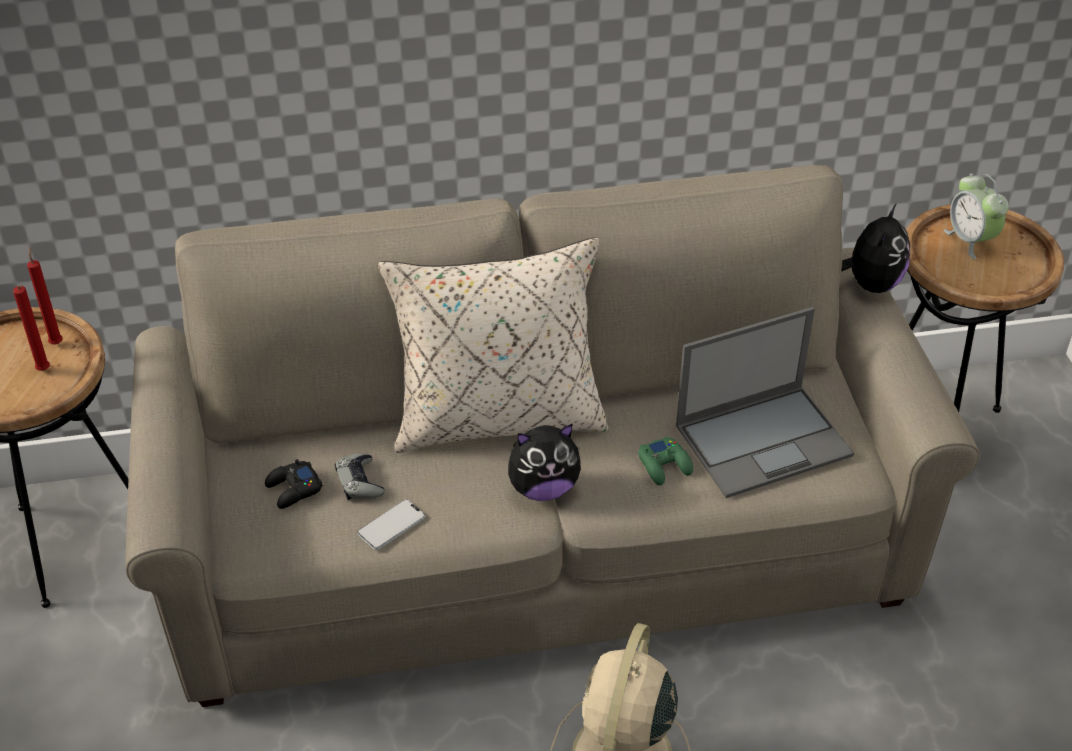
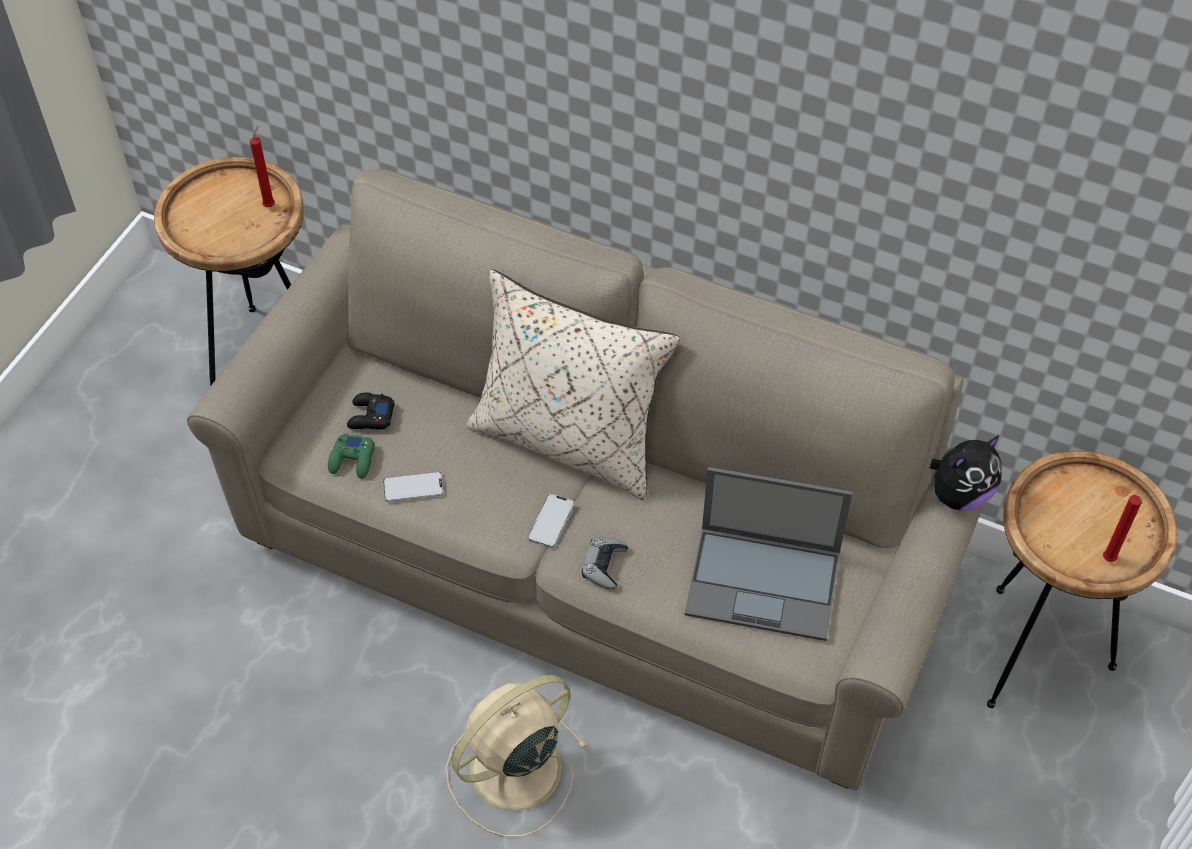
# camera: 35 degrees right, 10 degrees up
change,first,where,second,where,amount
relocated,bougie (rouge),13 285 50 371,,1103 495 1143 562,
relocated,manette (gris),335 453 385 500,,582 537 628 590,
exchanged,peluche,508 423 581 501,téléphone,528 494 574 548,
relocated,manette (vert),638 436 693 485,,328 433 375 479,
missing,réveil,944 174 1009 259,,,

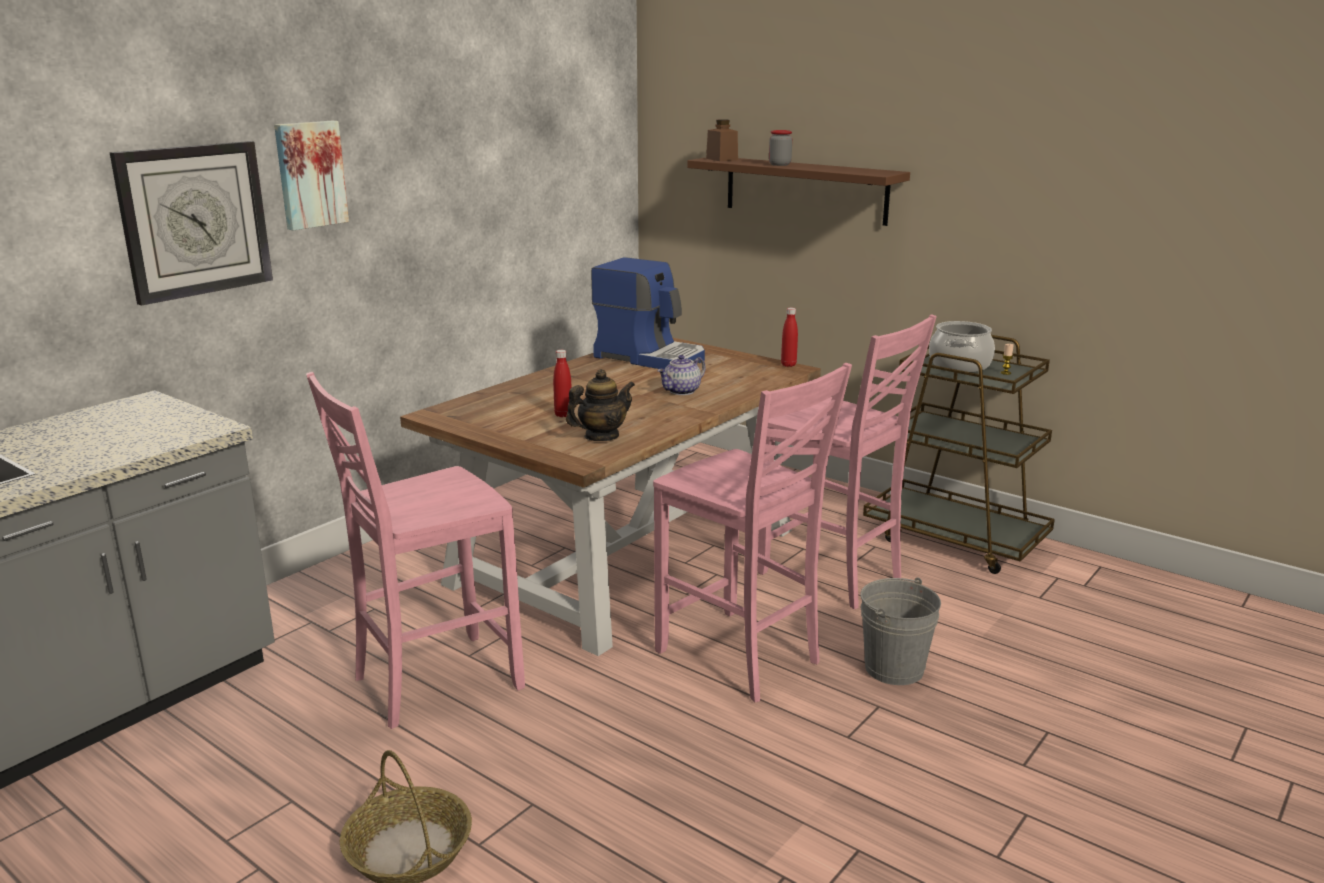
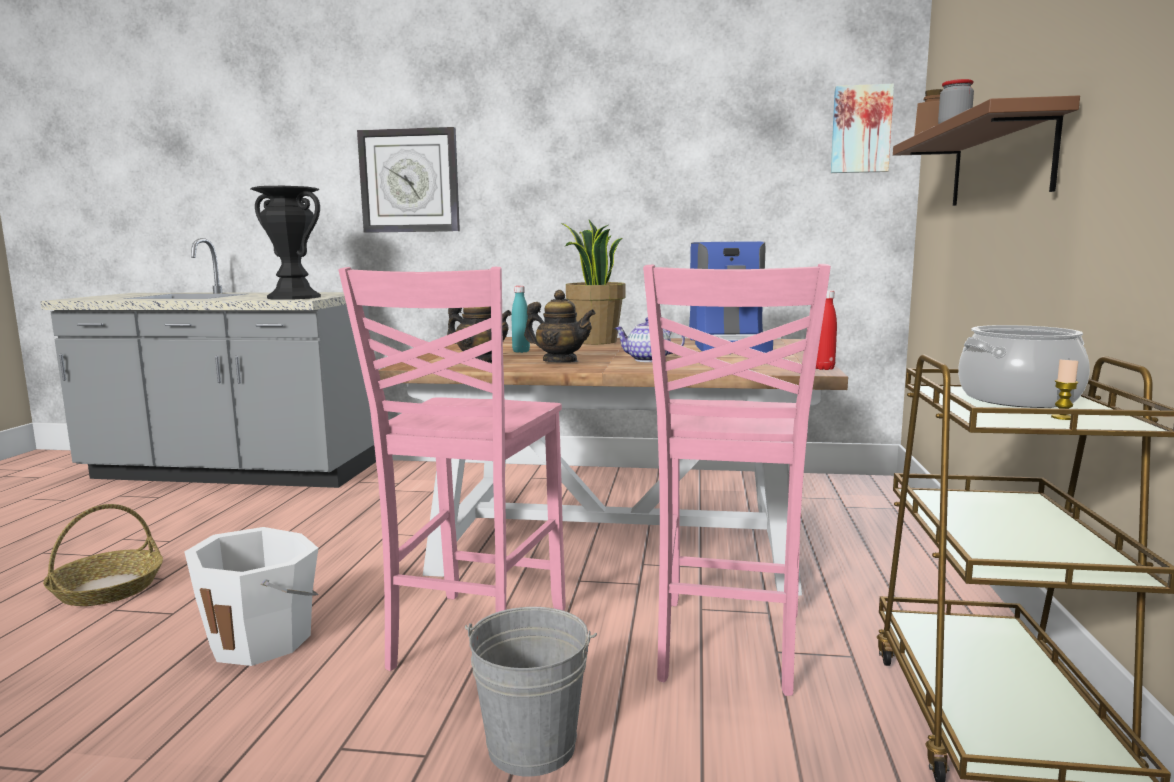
# camera: 60 degrees right, 10 degrees down
change,first,where,second,where,amount
relocated,tableau,274 121 349 230,,831 84 894 173,
missing,chaise (rose),306 372 525 729,,,
colour,bouteille (rouge),553 350 572 417,bouteille (turquoise),512 286 530 353,
appeared,,,seau (blanc),185 527 319 666,
appeared,,,vase (noir),250 186 321 300,
appeared,,,théière,524 290 596 363,
appeared,,,plante en pot,562 220 625 344,

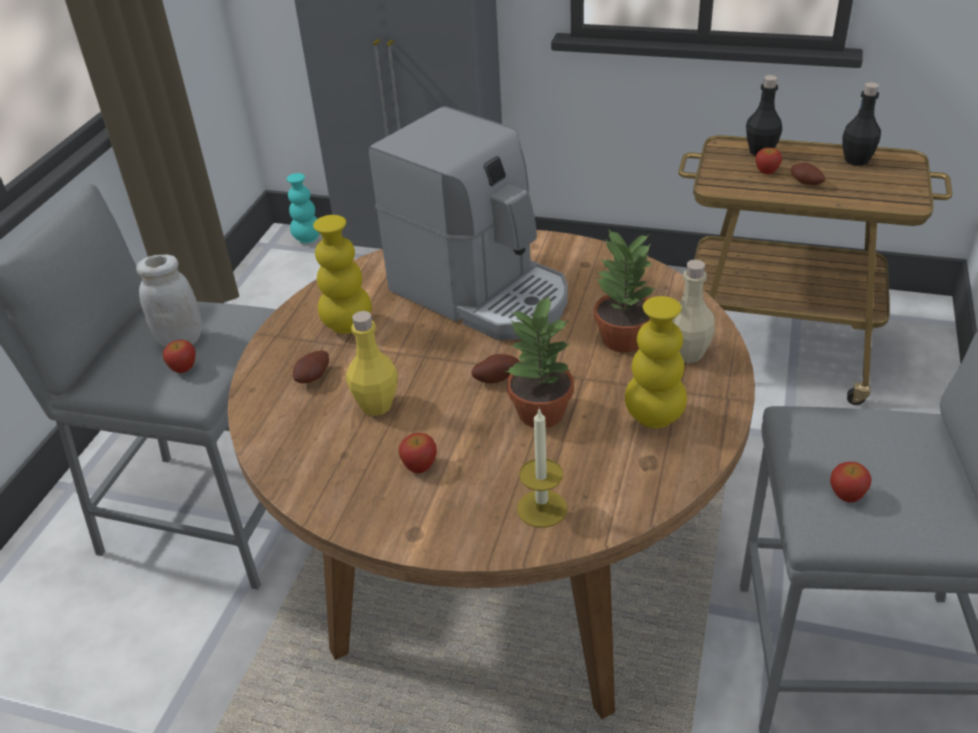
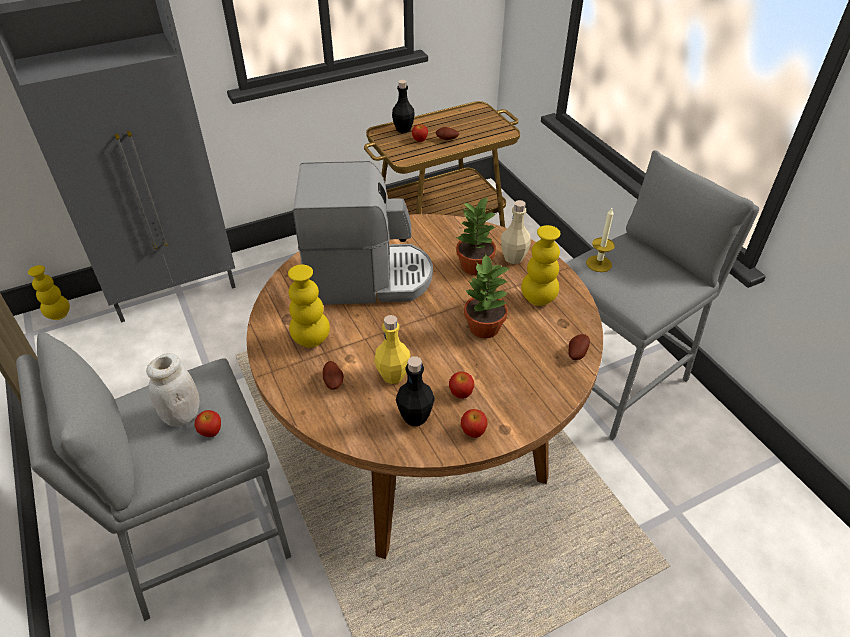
# camera: 45 degrees left, 5 degrees up
change,first,where,second,where,amount
colour,vase (turquoise),286 173 320 243,vase (jaune),28 265 70 320,
relocated,pomme de terre,471 354 520 383,,568 334 590 360,
relocated,bougie,517 407 567 528,,586 208 615 272,
relocated,pomme,830 462 872 503,,461 409 488 438,
relocated,bouteille (noir),843 82 881 166,,396 356 435 426,

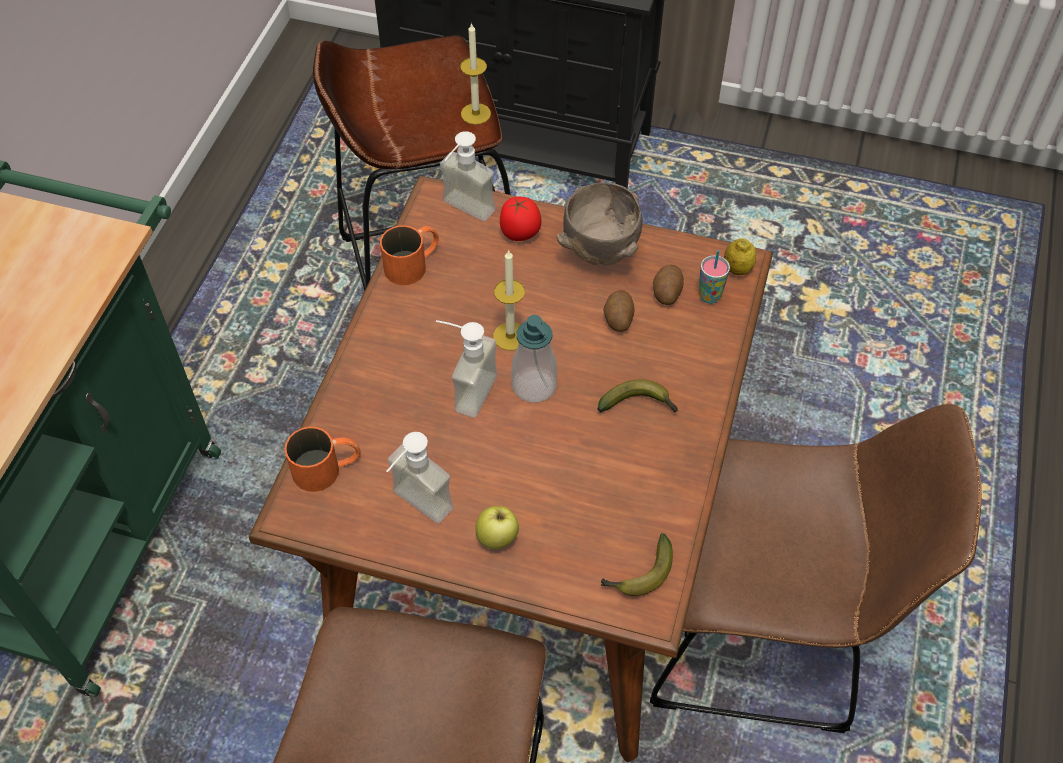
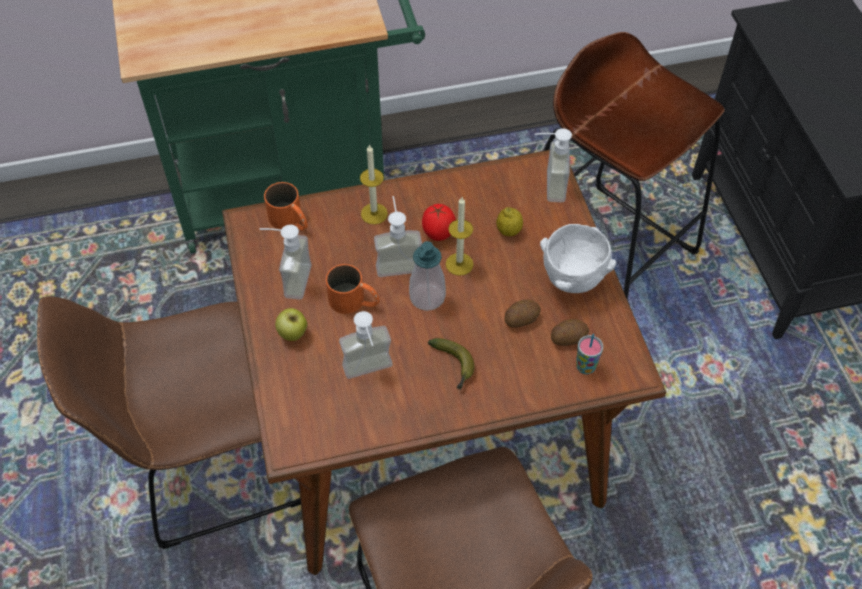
# camera: 60 degrees right, 0 degrees up
change,first,where,second,where,amount
relocated,mug (orange),380 225 439 285,,326 264 380 314,
relocated,bougie,460 22 491 125,,360 144 388 225,
relocated,tomate,500 197 542 241,,422 204 456 241,
colour,bol (marron),557 182 643 266,bol (blanc),540 224 616 293,
missing,banane,601 533 673 596,,,
relocated,citron,724 238 757 275,,496 207 523 237,
appeared,,,distributeur de savon,339 311 393 379,

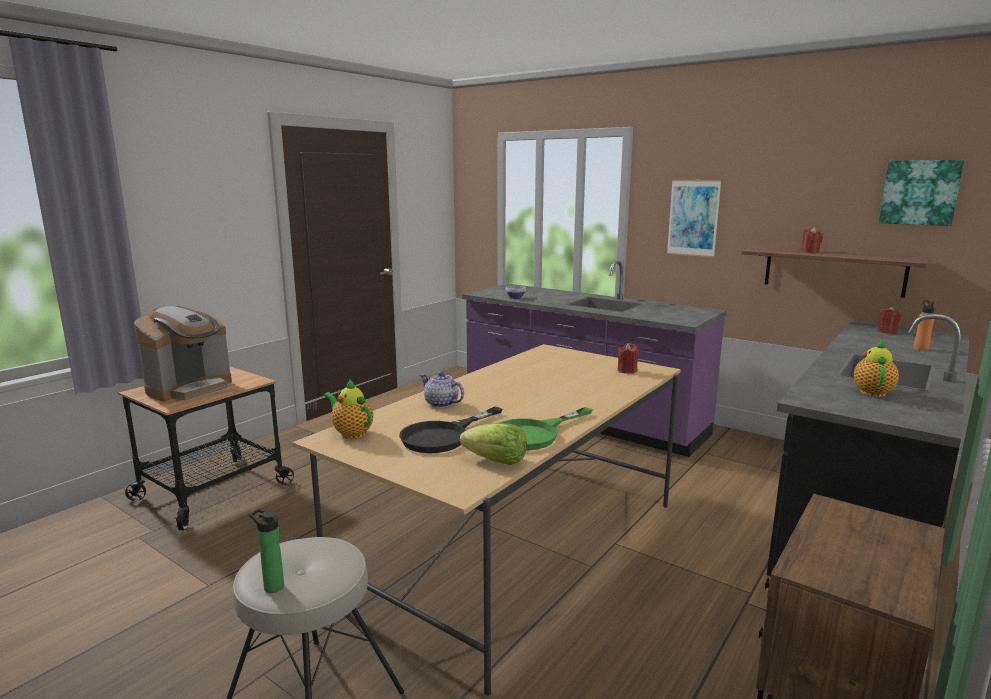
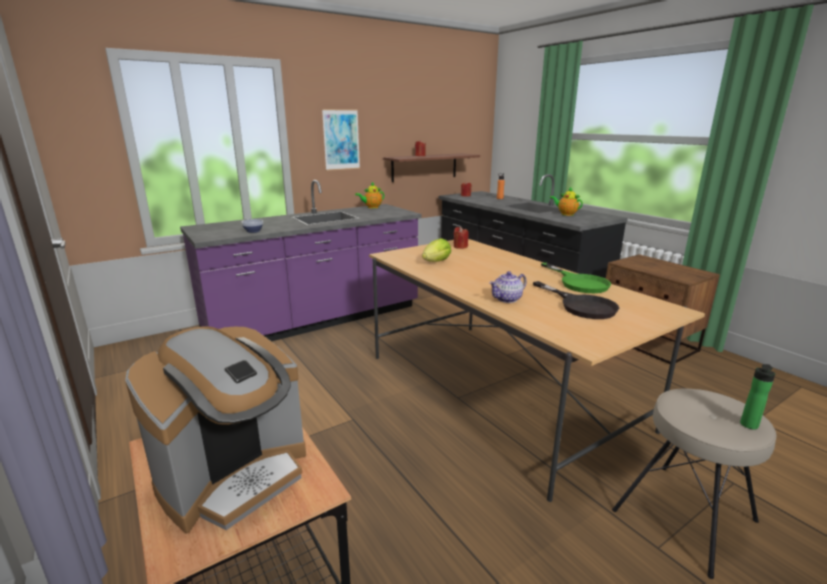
# camera: 70 degrees left, 5 degrees up
change,first,where,second,where,amount
spun,machine à café,134 306 232 402,,125 326 306 533,75 degrees clockwise
relocated,théière,324 379 373 439,,355 182 384 208,
relocated,laitue,460 423 527 465,,422 238 451 262,
missing,tableau,879 160 964 226,,,

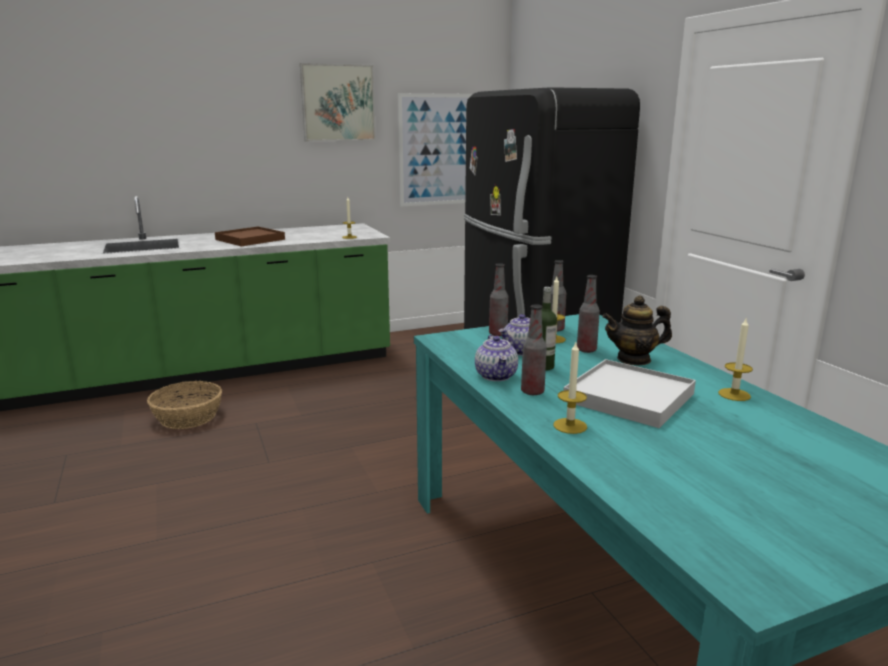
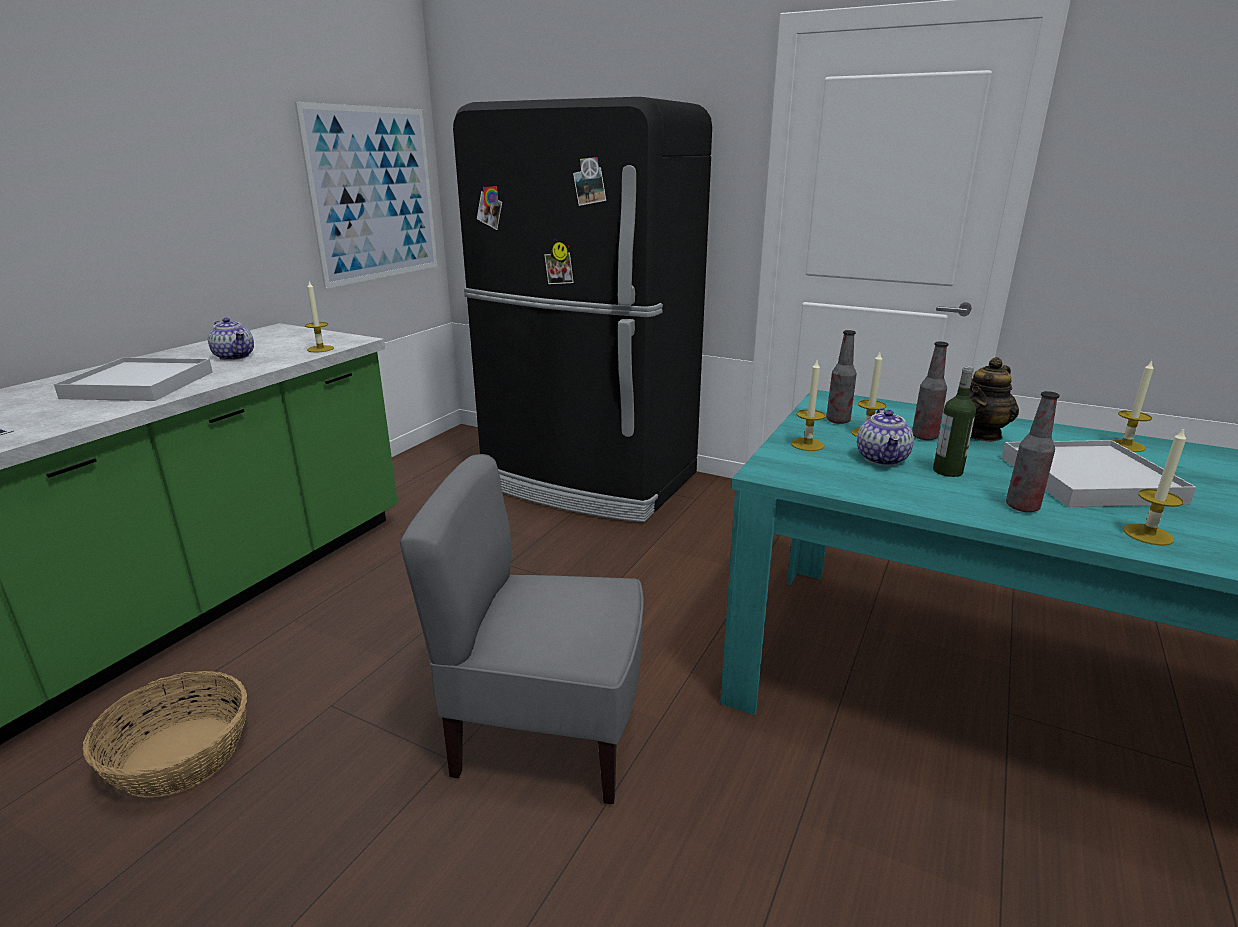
# camera: 40 degrees left, 5 degrees up
change,first,where,second,where,amount
colour,plateau (marron),215 227 285 246,plateau (blanc),54 357 212 401,
missing,tableau,300 63 376 142,,,
relocated,théière,475 335 518 381,,208 318 254 360,
exchanged,bouteille,489 263 509 336,bougie,791 360 825 451,
appeared,,,chaise (gris),399 454 644 804,

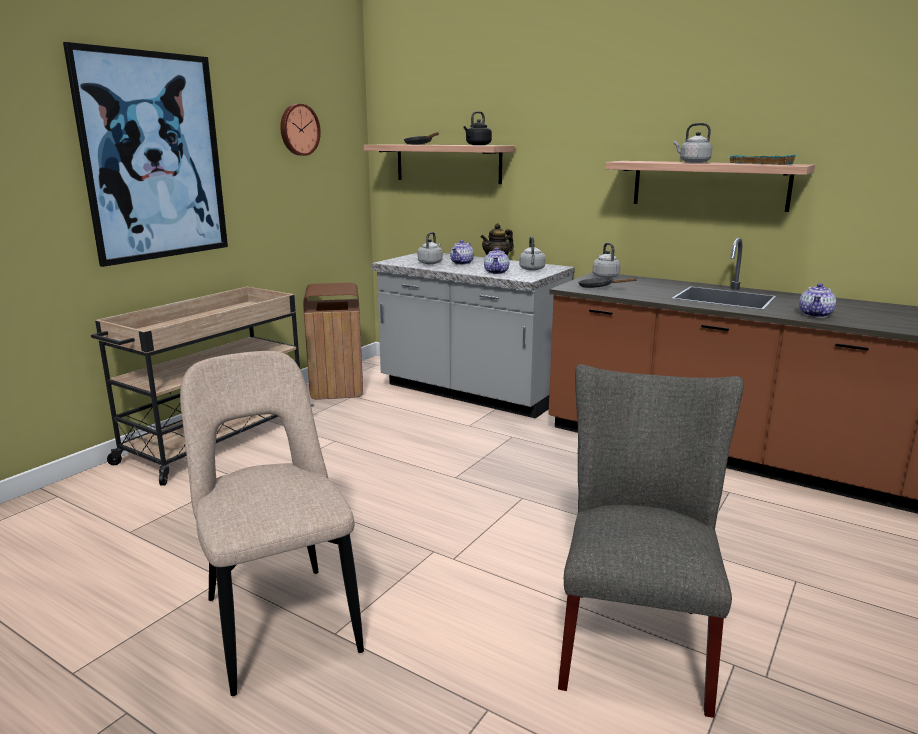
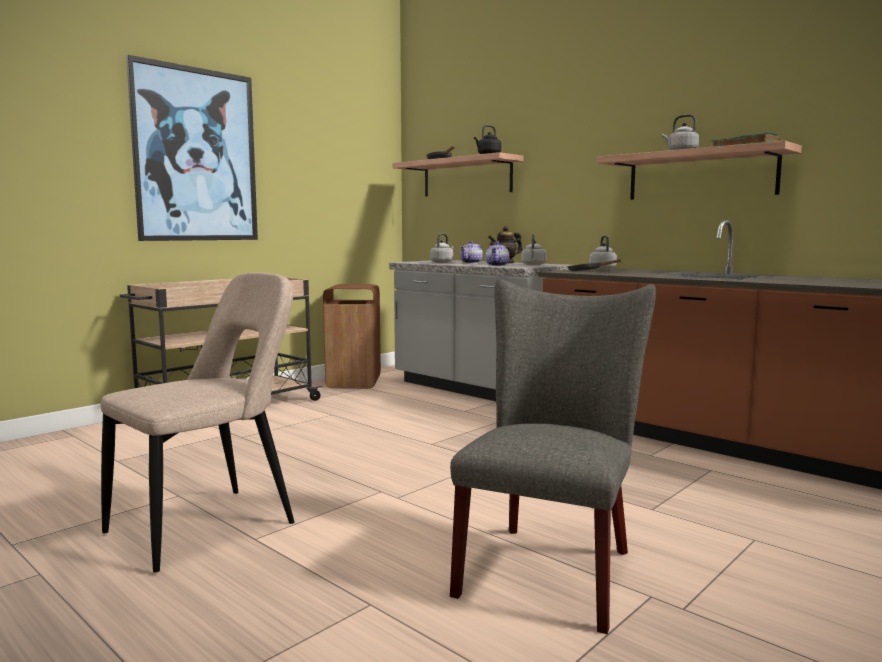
# camera: 10 degrees right, 10 degrees down
change,first,where,second,where,amount
spun,chaise (beige),180 351 364 696,,101 272 295 572,60 degrees clockwise
missing,horloge murale,280 104 321 156,,,
missing,théière,799 283 836 318,,,

